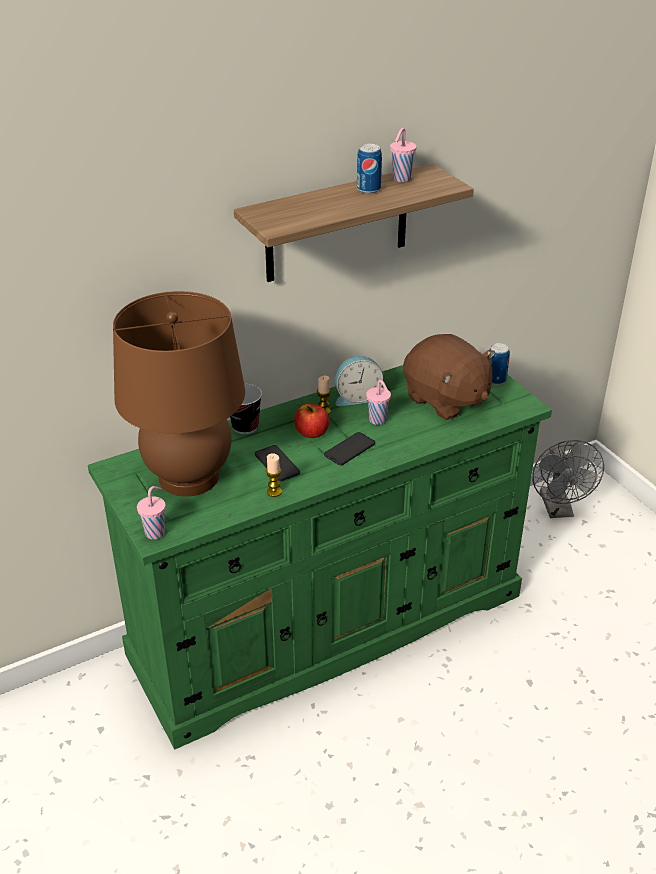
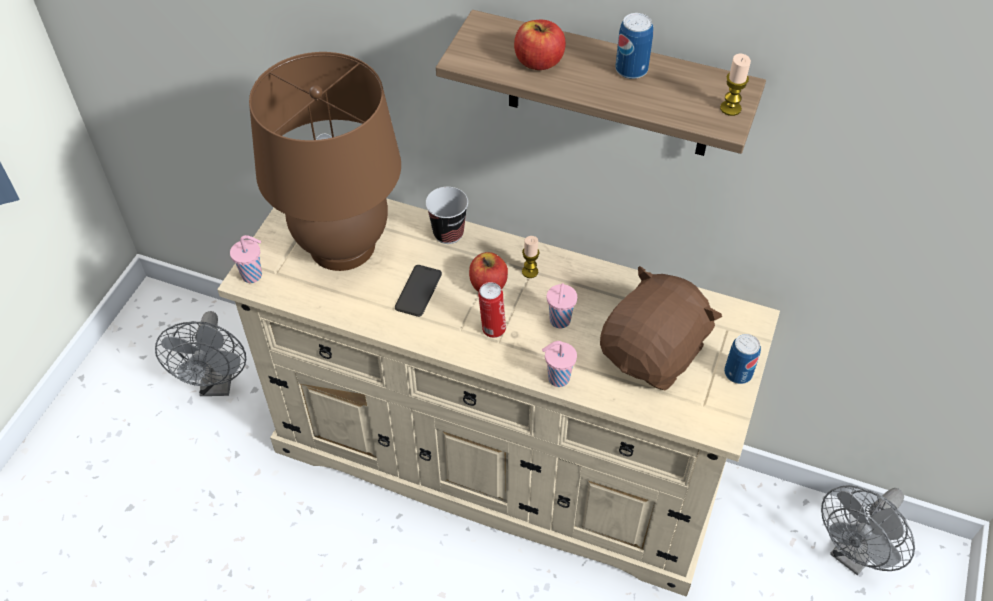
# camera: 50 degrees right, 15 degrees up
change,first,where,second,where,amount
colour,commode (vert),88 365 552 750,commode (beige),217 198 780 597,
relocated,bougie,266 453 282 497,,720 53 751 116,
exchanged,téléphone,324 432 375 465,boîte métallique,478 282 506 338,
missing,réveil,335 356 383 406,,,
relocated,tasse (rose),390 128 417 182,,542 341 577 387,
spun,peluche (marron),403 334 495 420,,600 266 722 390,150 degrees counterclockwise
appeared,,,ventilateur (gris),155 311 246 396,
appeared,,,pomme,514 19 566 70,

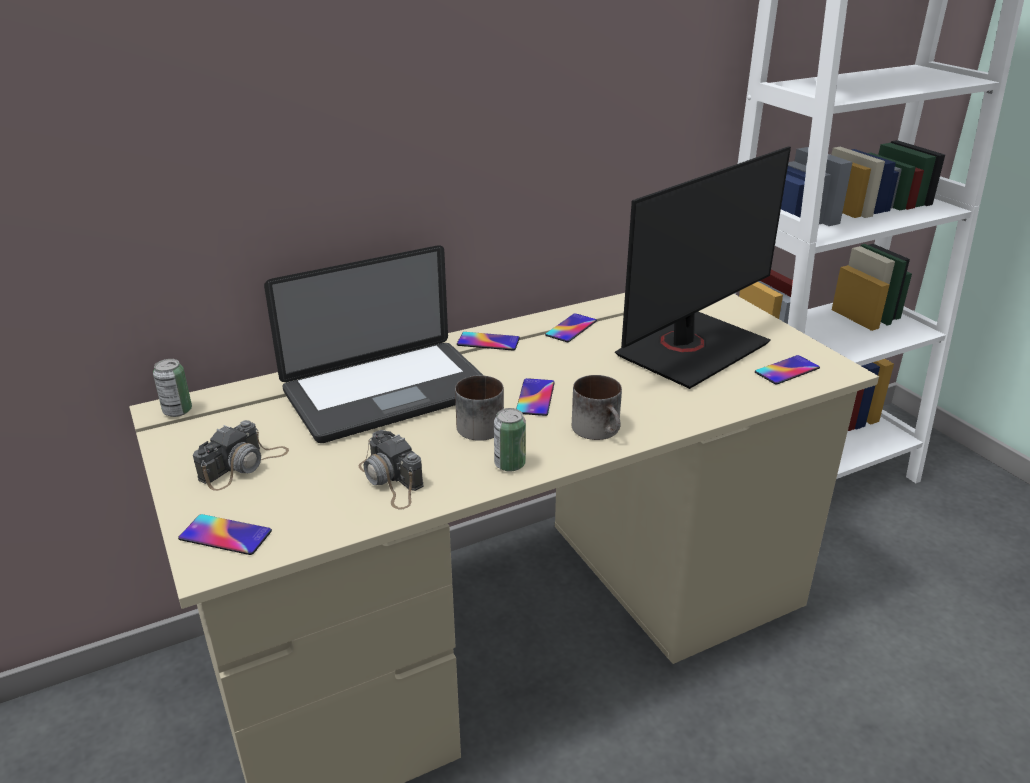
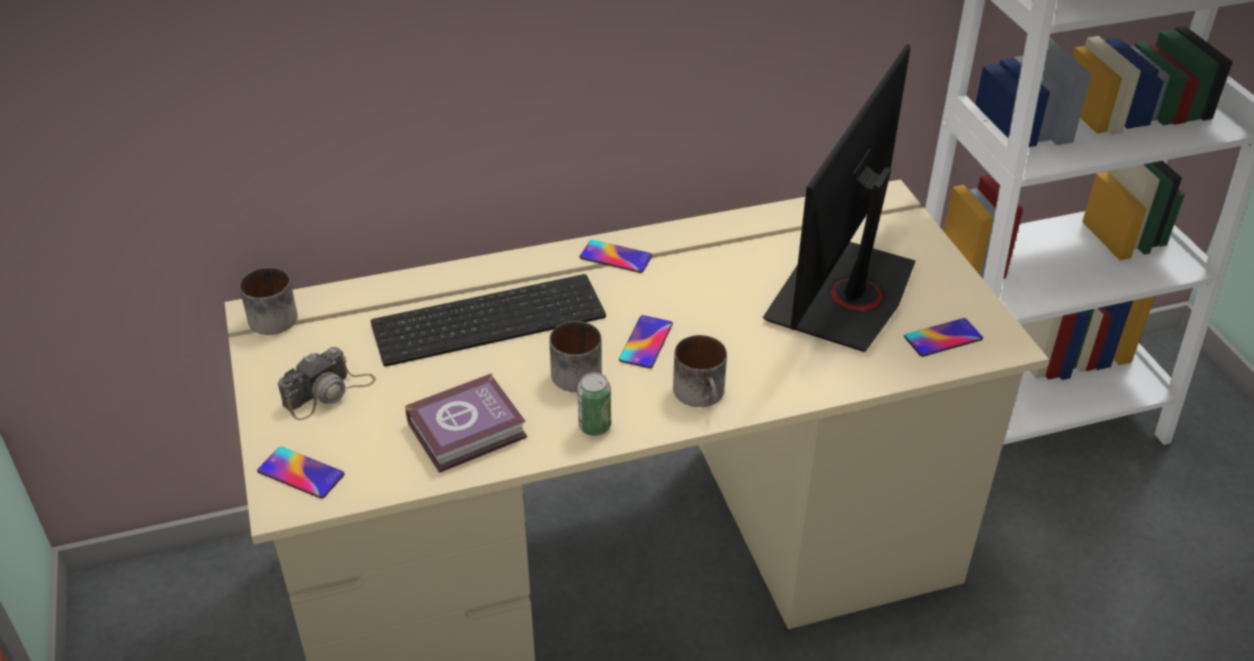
# camera: 10 degrees right, 10 degrees up
change,first,where,second,where,amount
exchanged,boîte métallique,153 359 192 417,mug,239 267 298 335,
exchanged,ordinateur portable,264 245 484 443,clavier,371 274 606 367,
exchanged,appareil photo,358 430 423 509,livre,405 373 527 473,
missing,téléphone,545 313 597 342,,,
spun,écran d'ordinateur,615 146 791 389,,763 44 916 352,150 degrees clockwise

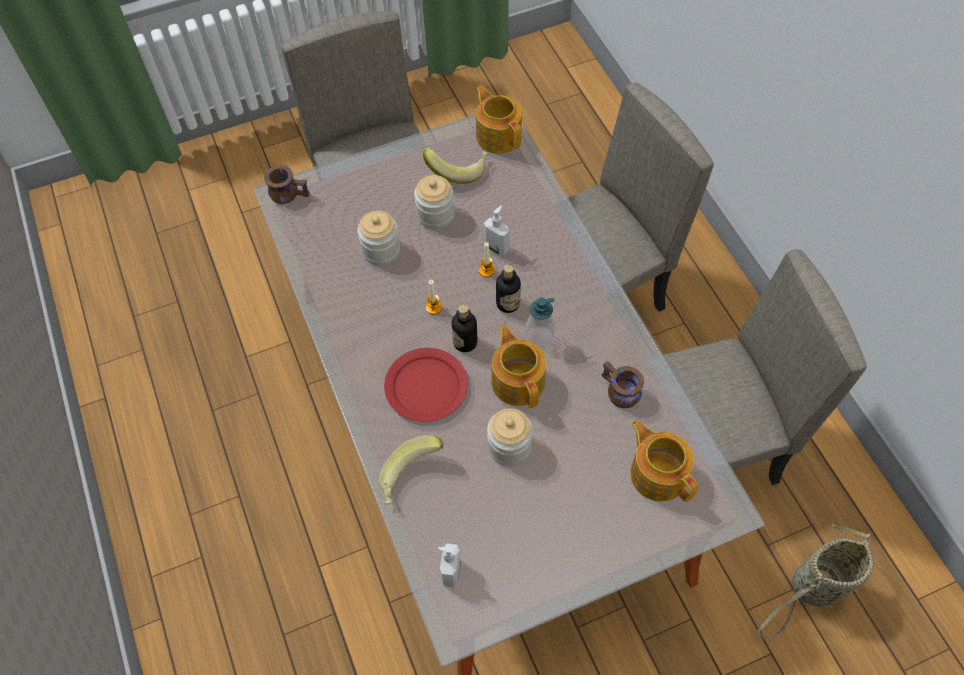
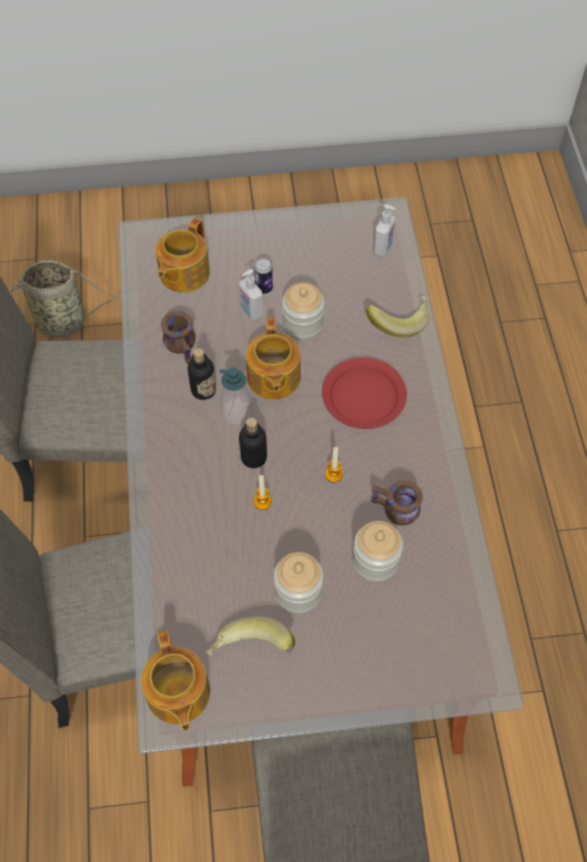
# camera: 165 degrees left, 0 degrees up
change,first,where,second,where,amount
relocated,mug (marron),264 165 310 204,,371 480 423 526,
relocated,bouteille,452 304 478 352,,188 348 216 400,
relocated,distributeur de savon,484 206 510 256,,239 269 263 321,
spun,théière,631 421 698 502,,156 217 210 293,45 degrees clockwise
appeared,,,boîte métallique,254 259 273 294,

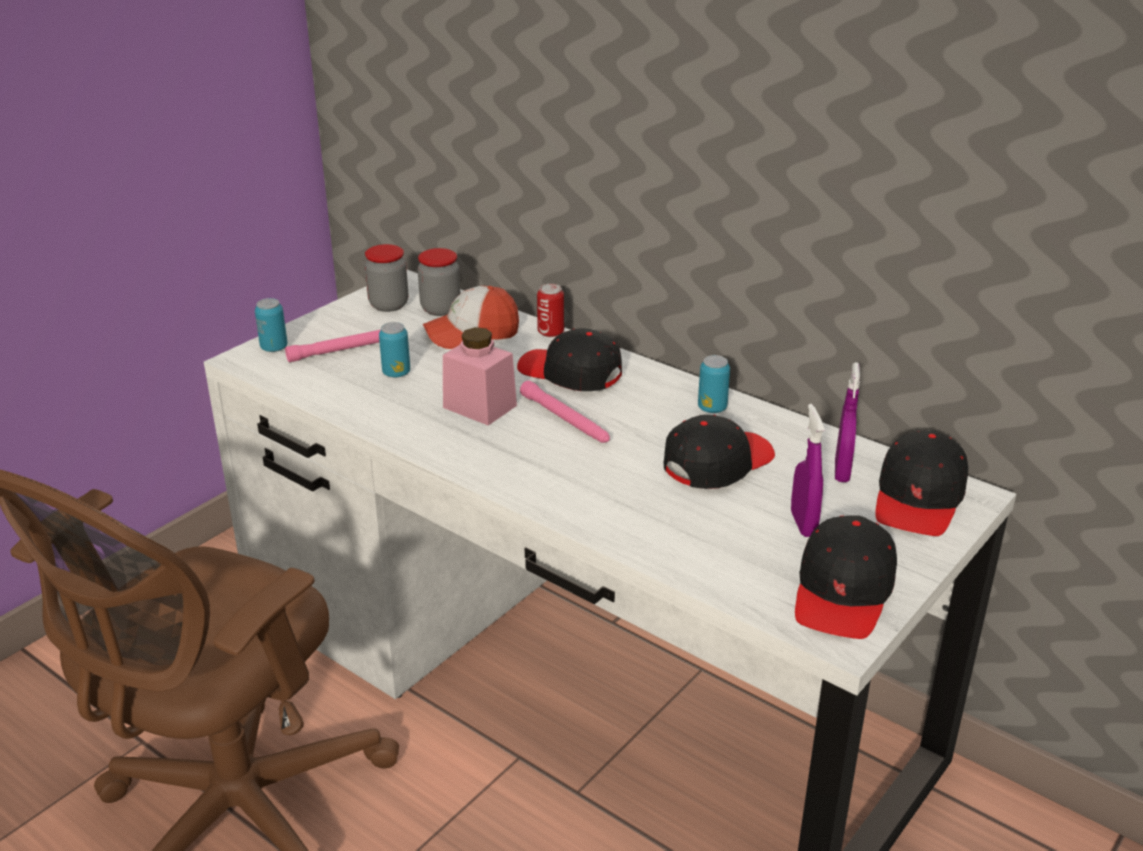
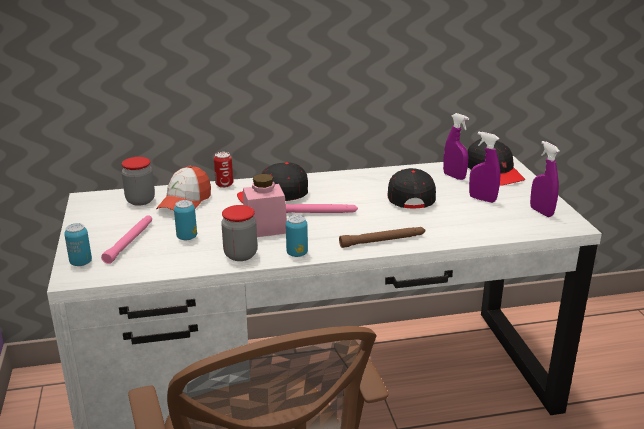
# camera: 50 degrees left, 5 degrees down
change,first,where,second,where,amount
relocated,bocal,365 244 408 312,,221 205 257 261,
relocated,boîte métallique,698 355 730 413,,286 215 308 257,
exchanged,casquette (noir),795 515 897 639,vaporisateur (violet),530 141 560 217,
appeared,,,lampe de poche (marron),339 227 425 248,

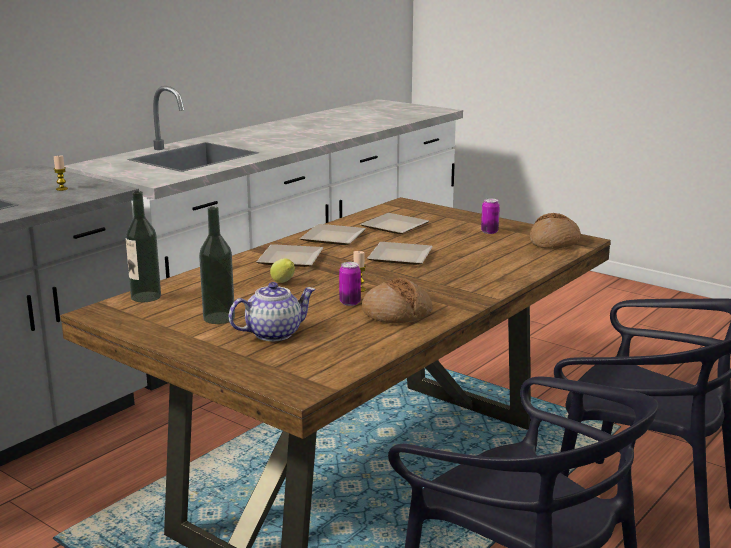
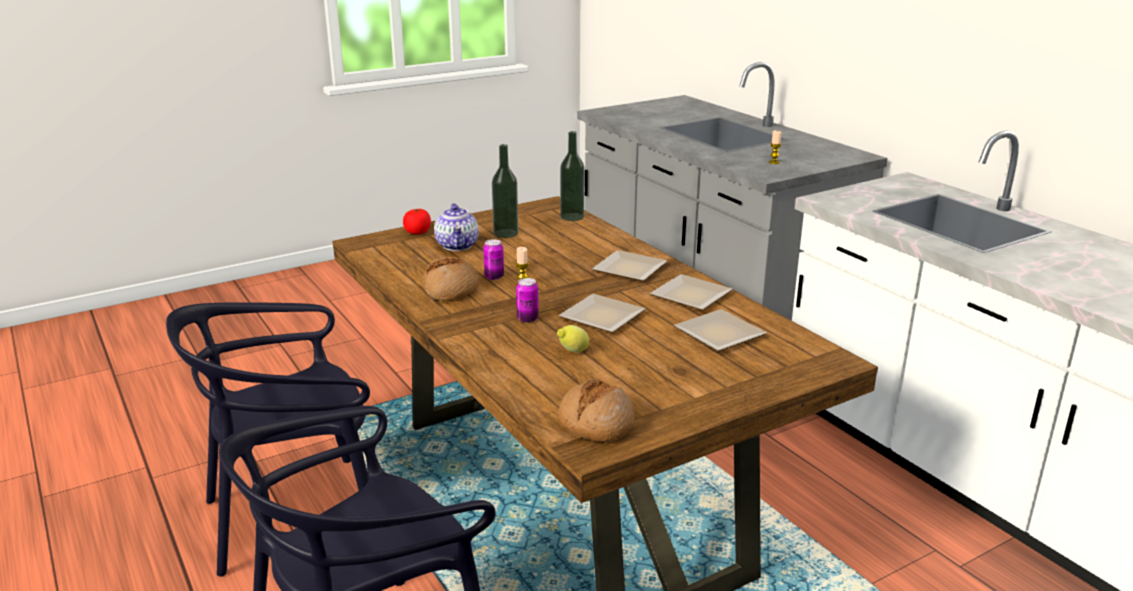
# camera: 110 degrees right, 5 degrees up
change,first,where,second,where,amount
relocated,citron,270 258 295 283,,557 325 589 353,
relocated,boîte métallique,481 198 500 234,,516 278 538 323,
appeared,,,tomate,403 209 431 234,

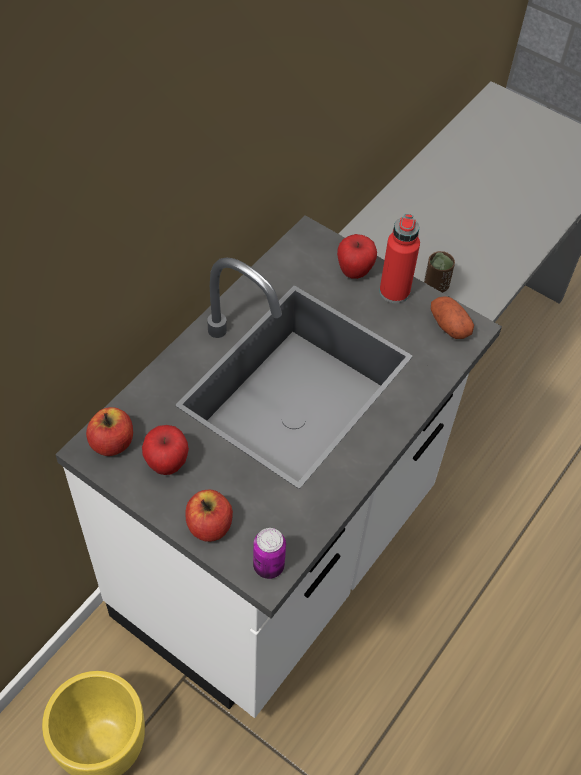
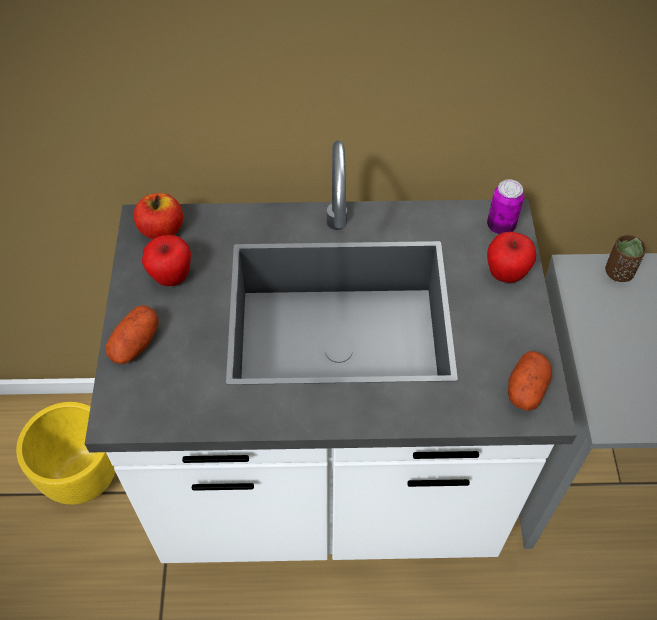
# camera: 55 degrees right, 0 degrees up
change,first,where,second,where,amount
exchanged,pomme,186 490 233 542,pomme de terre,106 305 159 364,
relocated,boîte métallique,253 528 286 579,,487 179 524 234,
missing,bouteille (rouge),380 214 420 303,,,
relocated,tasse (marron),424 251 455 293,,605 235 646 282,

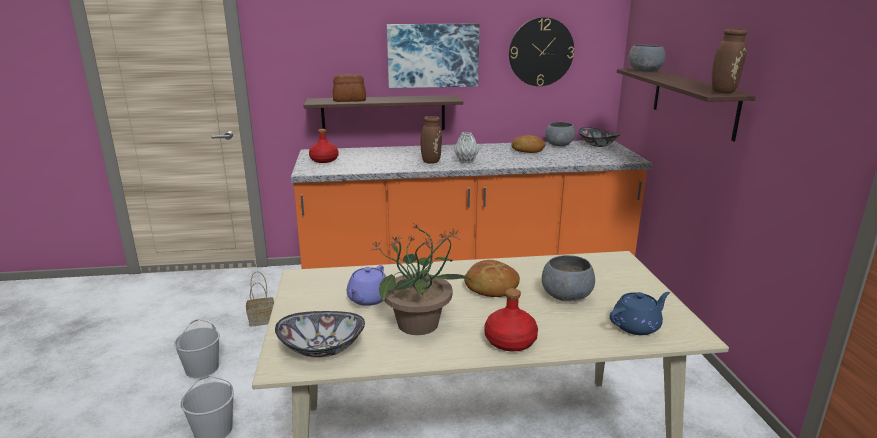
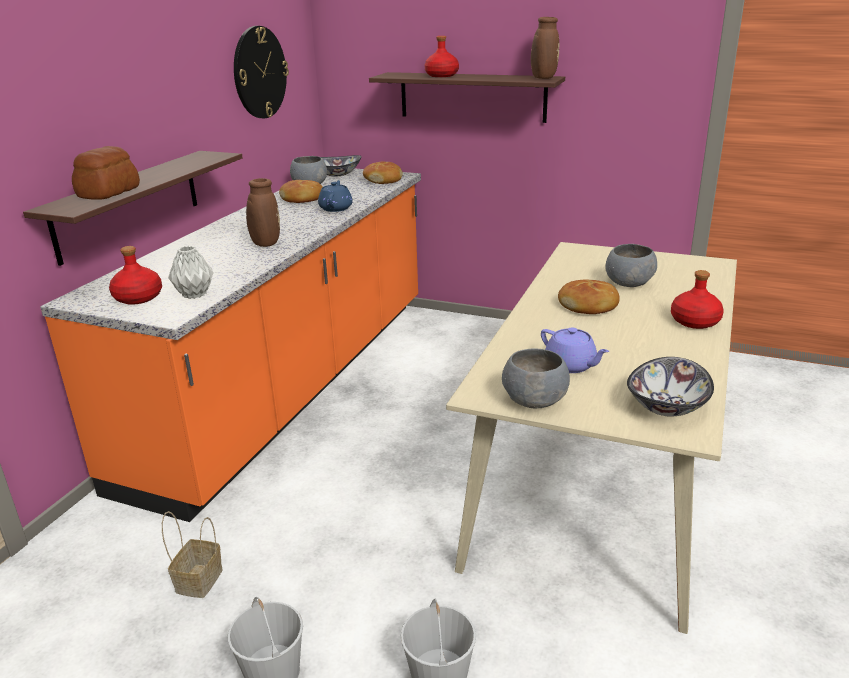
# camera: 60 degrees left, 5 degrees up
change,first,where,second,where,amount
missing,plante en pot,369 223 472 335,,,
missing,tableau,387 24 480 88,,,
relocated,vase (gris),454 132 480 163,,168 246 214 299,
relocated,théière (bleu),610 292 670 335,,318 180 353 212,
relocated,bol (gris),628 45 665 72,,502 348 570 408,
appeared,,,pain,363 161 403 184,
appeared,,,bouteille (rouge),425 36 459 77,

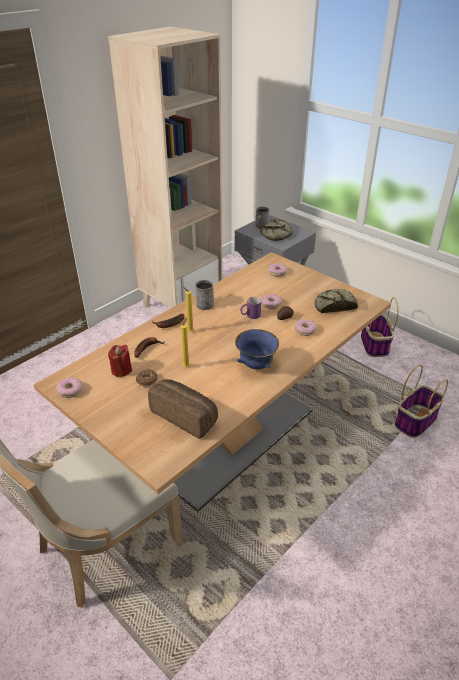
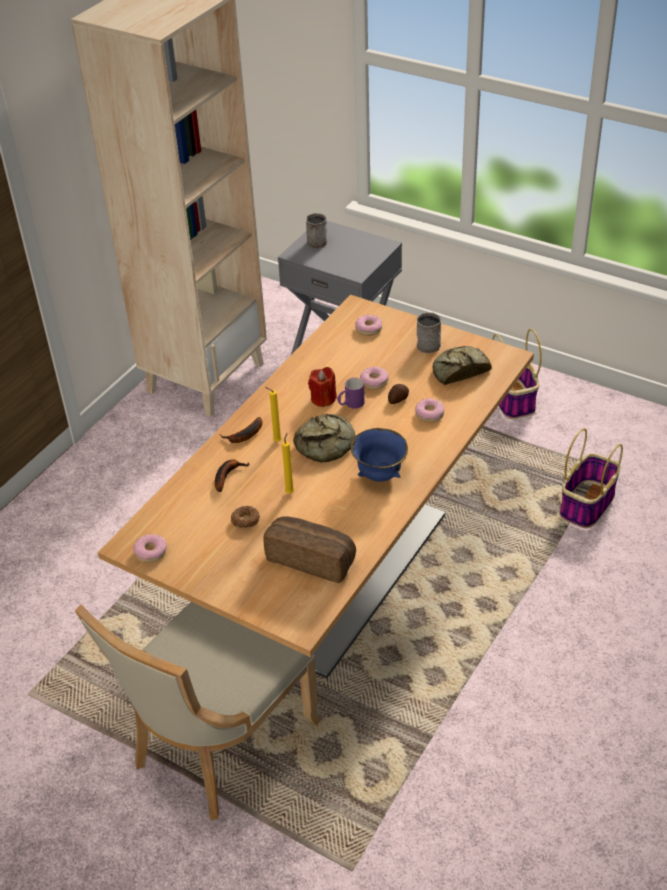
# camera: 10 degrees left, 5 degrees up
change,first,where,second,where,amount
relocated,bougie (rouge),108 345 132 377,,308 367 337 407,
relocated,mug (gris),195 280 214 310,,417 312 441 353,
relocated,pain,260 219 293 241,,293 414 355 462,

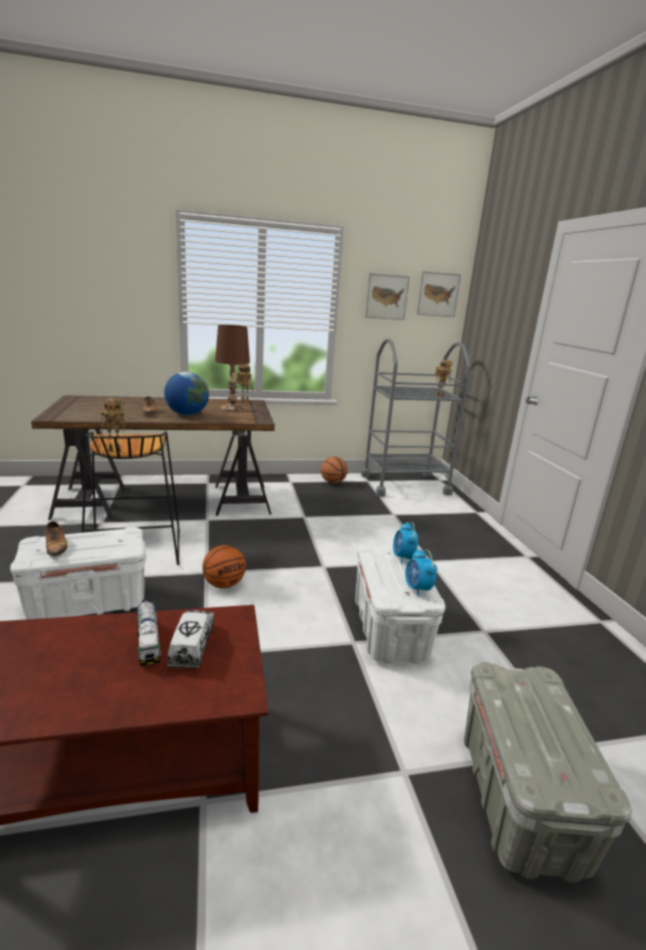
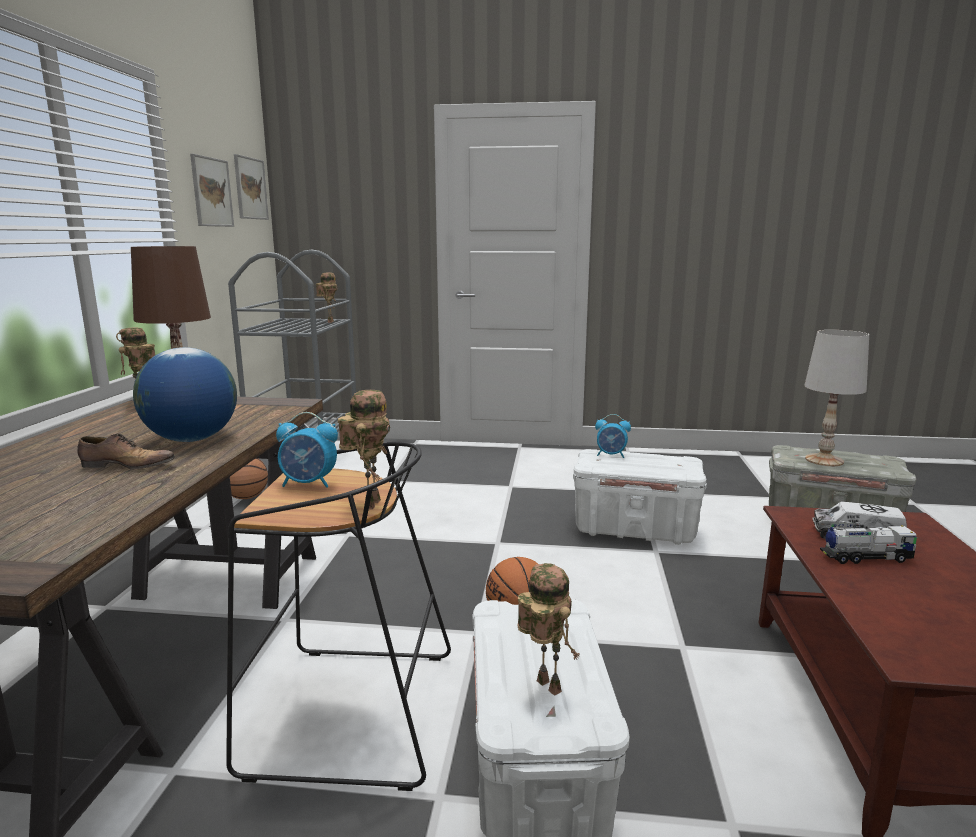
# camera: 70 degrees left, 5 degrees down
change,first,where,second,where,amount
exchanged,chaussure,44 521 67 559,robot jouet,517 563 580 696,
relocated,réveil,405 549 437 597,,276 412 338 488,
appeared,,,lampe de table (blanc),804 330 869 466,

